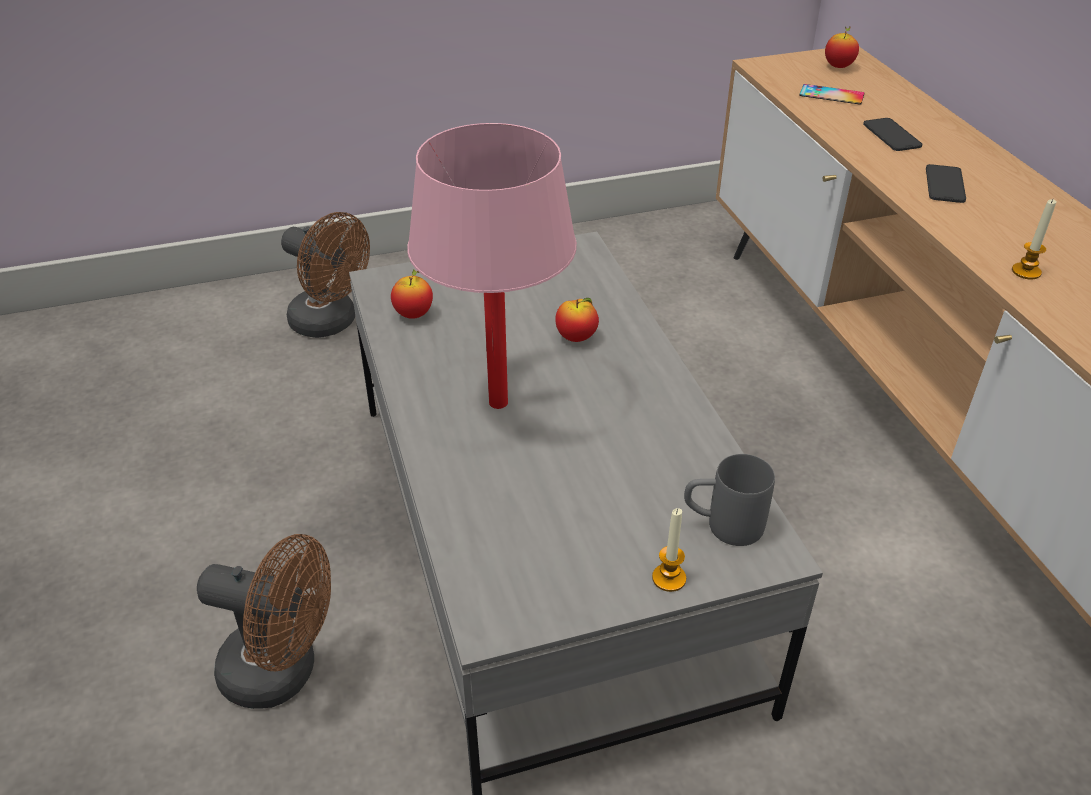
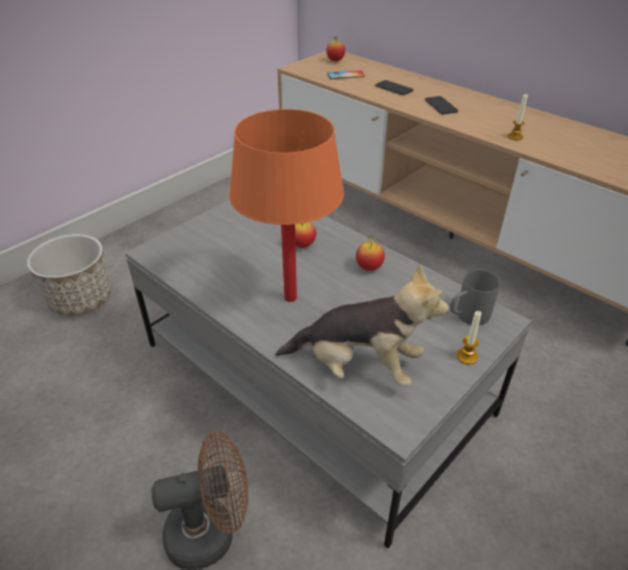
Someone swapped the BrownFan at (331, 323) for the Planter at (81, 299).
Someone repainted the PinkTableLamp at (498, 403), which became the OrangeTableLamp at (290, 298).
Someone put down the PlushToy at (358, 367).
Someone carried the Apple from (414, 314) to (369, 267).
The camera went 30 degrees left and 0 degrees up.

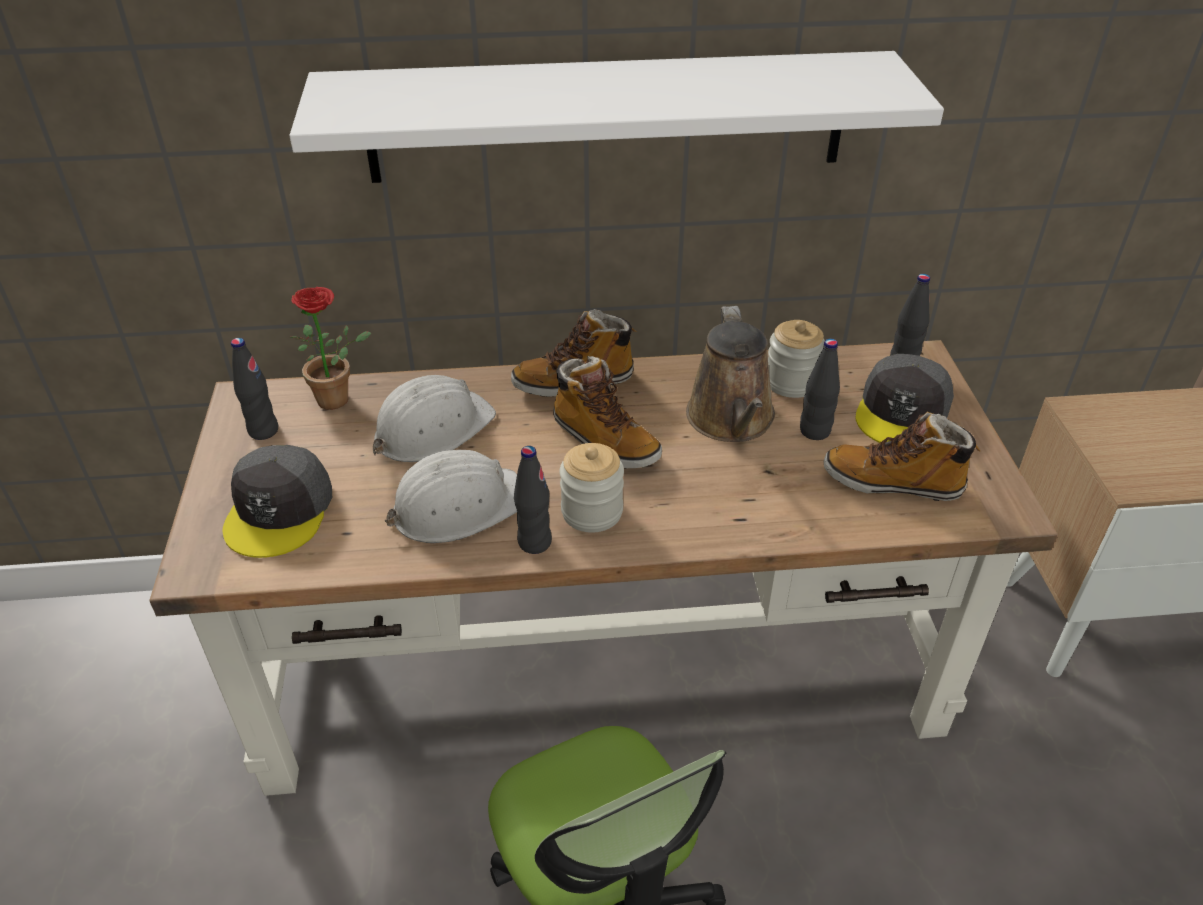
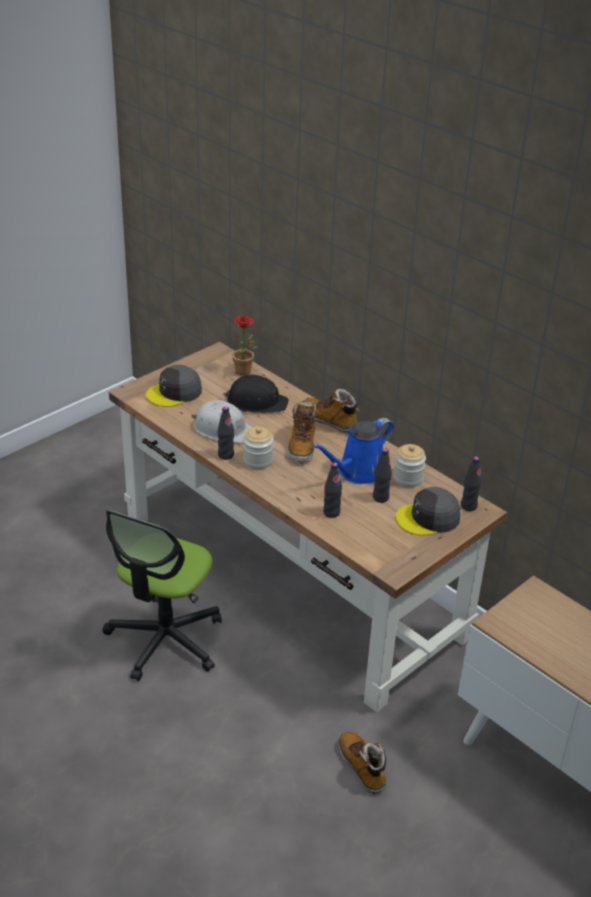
Someone repainted the WhiteHardHat at (432, 429), which became the BlackHardHat at (256, 402).
Someone repainted the BrownWateringCan at (731, 420), which became the BlueWateringCan at (358, 472).
Someone carried the BlackBottle from (263, 431) to (331, 512).
Someone carried the Boot from (893, 482) to (362, 767).
Someone took away the WhiteShelf at (607, 117).
The camera went 50 degrees right and 5 degrees down.

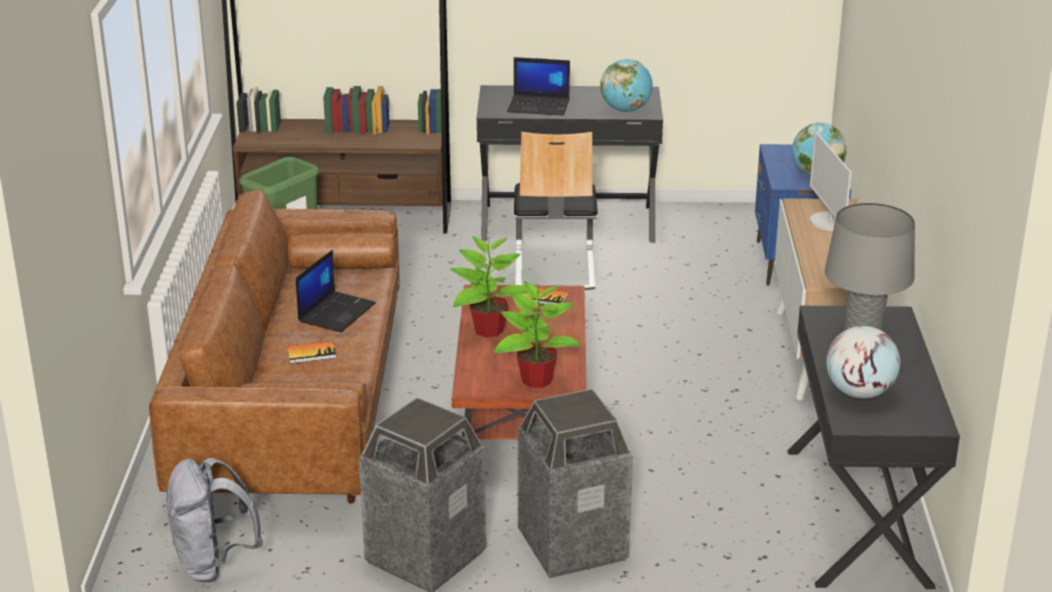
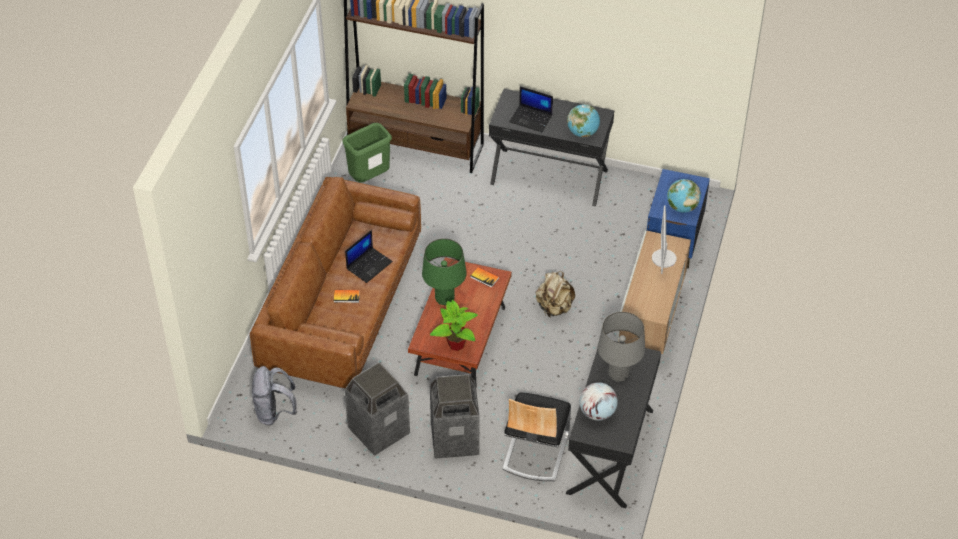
Someone swapped the PottedPlant at (488, 330) for the GreenTableLamp at (444, 299).
Someone carried the Chair from (553, 268) to (535, 451).
Someone put down the BeigeBackpack at (554, 307).
The camera went 15 degrees right and 20 degrees up.

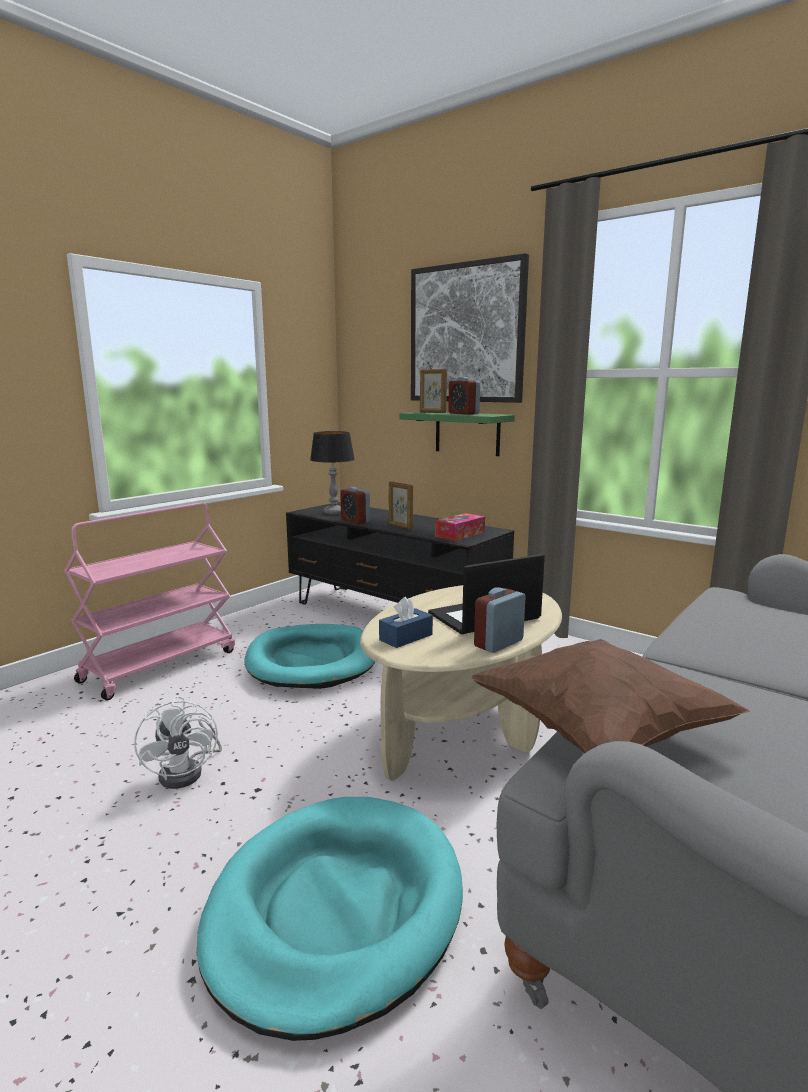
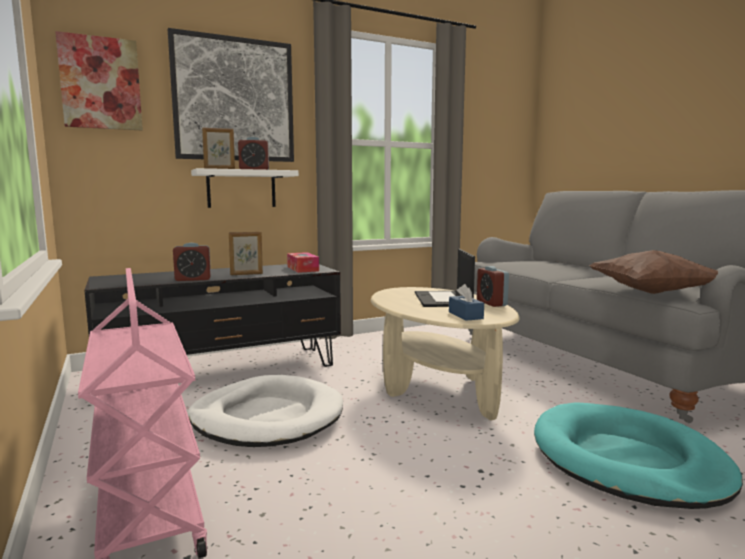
Someone put up the Picture at (101, 83).
Someone repainted the TurquoiseDogBed at (312, 661), which became the WhiteDogBed at (267, 417).
Someone repainted the GreenShelf at (467, 433), which became the WhiteShelf at (241, 189).
Someone took away the WhiteFan at (188, 771).
Someone took away the TableLamp at (334, 512).
The camera went 65 degrees left and 5 degrees down.

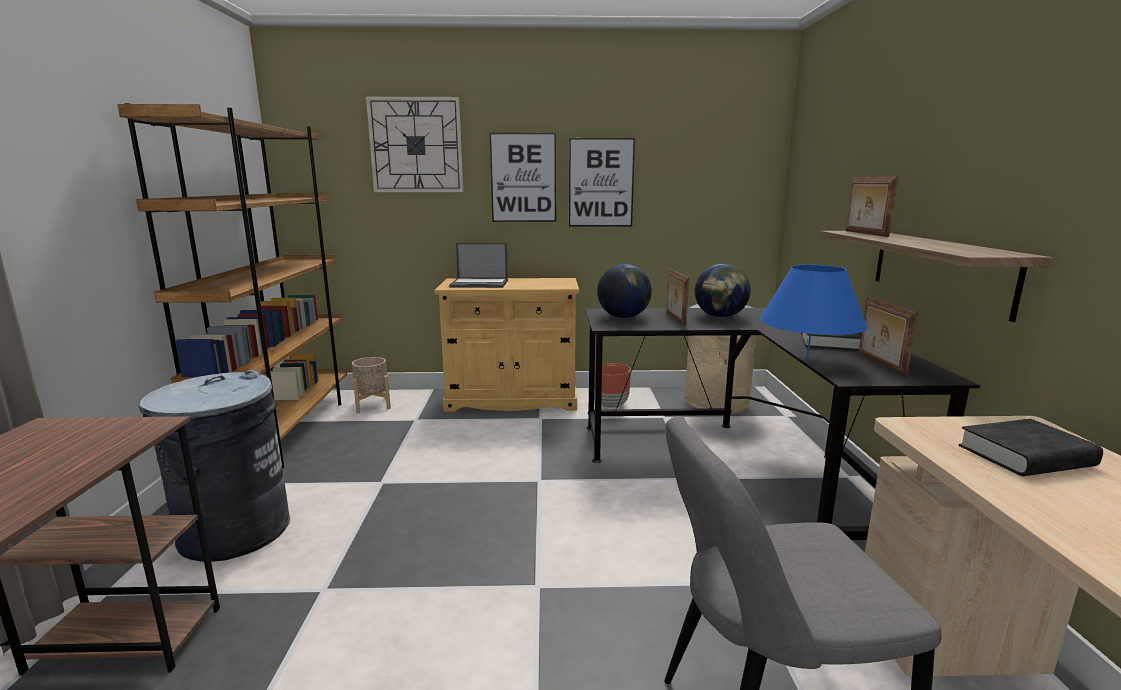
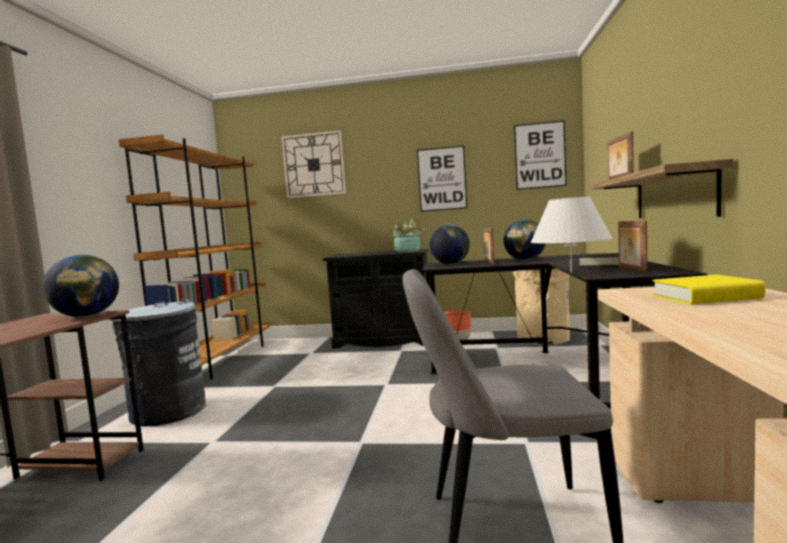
Someone put down the Globe at (87, 316).
Someone repainted the BeigeCabinet at (512, 399), which became the BlackCabinet at (384, 341).
Someone put down the PottedPlant at (407, 251).
Someone carried the Picture from (523, 178) to (540, 155).
Someone repainted the BlueTableLamp at (807, 362), which became the WhiteTableLamp at (571, 272).
Someone repainted the BlackBook at (1025, 456), which became the YellowBook at (705, 297).
Someone took away the BeigePlanter at (372, 405).
Someone took away the Laptop at (480, 283).
The camera went 10 degrees right and 10 degrees down.

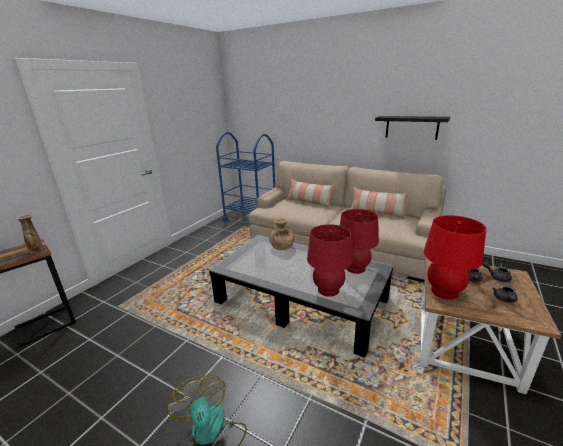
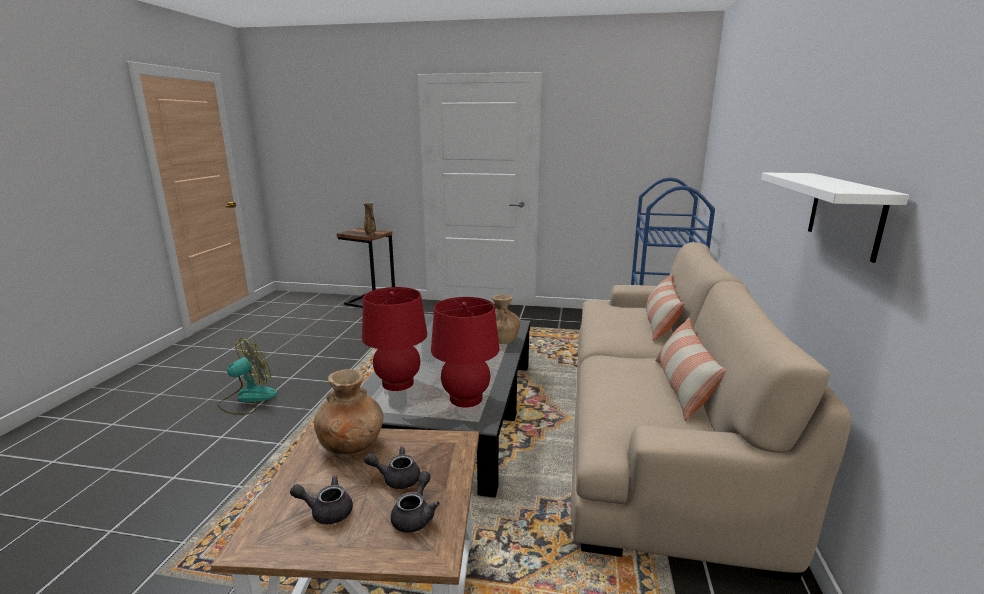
Someone swapped the RedTableLamp at (444, 291) for the BrownVase at (352, 444).
Someone repainted the BlackShelf at (411, 127), which became the WhiteShelf at (845, 213).
The camera went 70 degrees right and 5 degrees down.

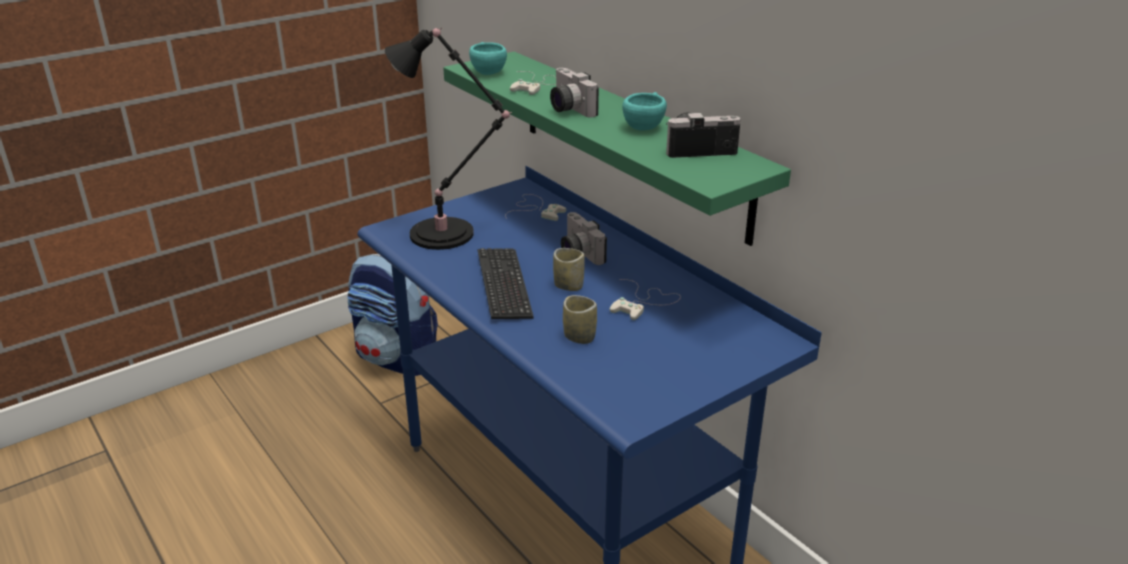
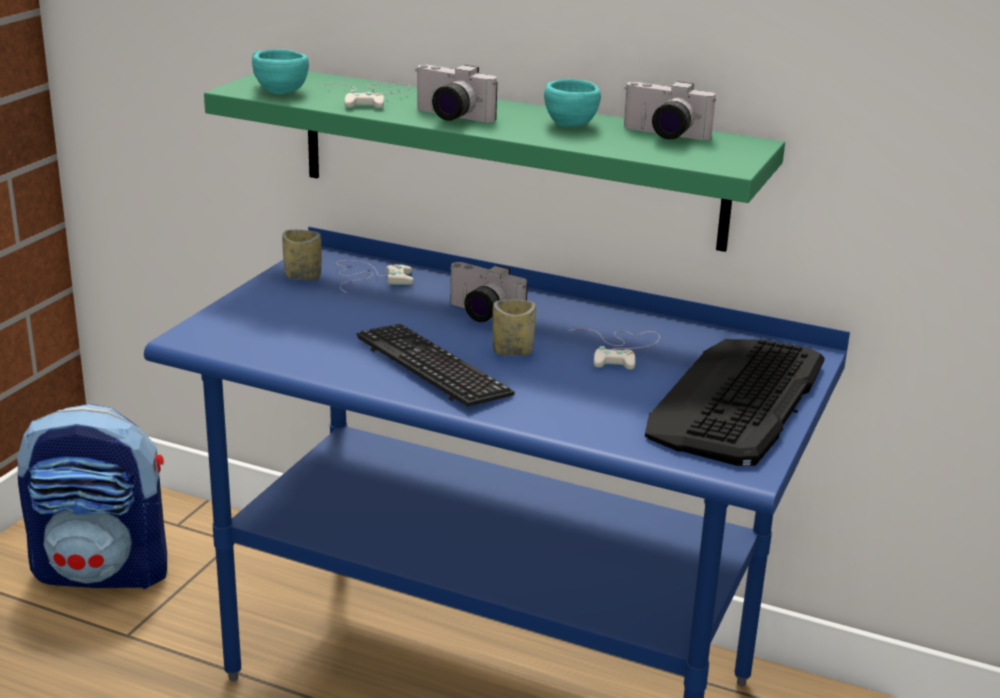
Someone carried the Cup from (579, 337) to (303, 276).
Someone rotated the PhotoCamera at (698, 148) by 120 degrees counterclockwise.
Someone put down the Keyboard at (736, 400).
Someone took away the BlackTableLamp at (447, 234).
The camera went 30 degrees left and 5 degrees down.

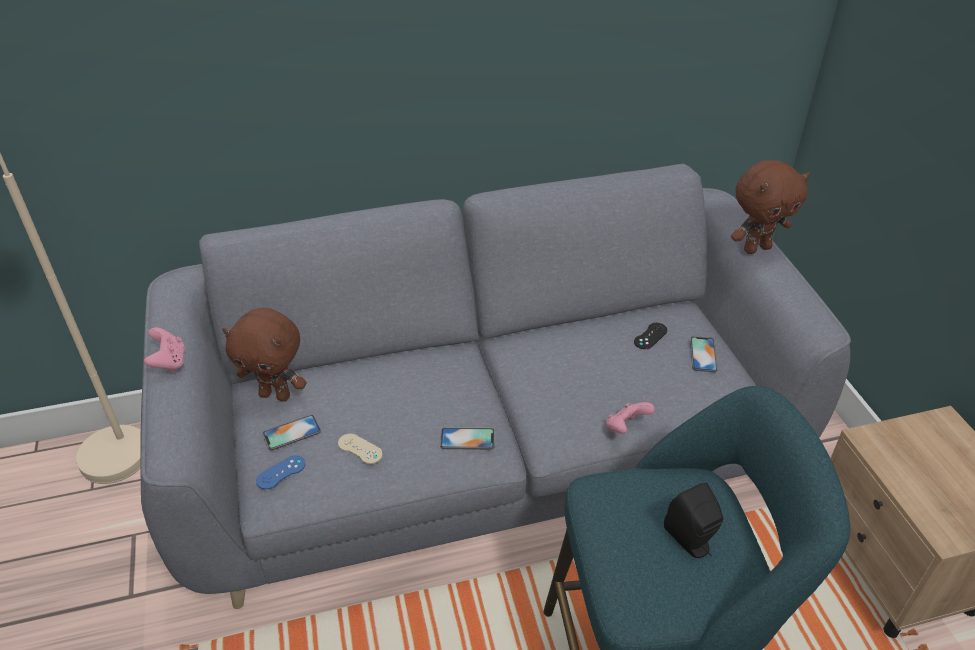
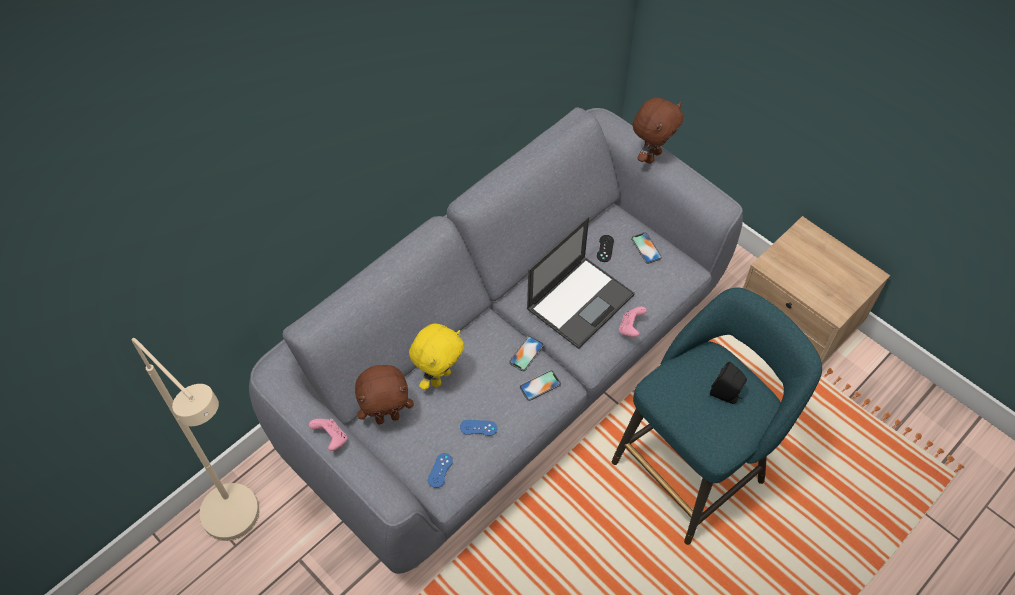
Someone put down the YellowPlushToy at (439, 377).
Someone repainted the BeigeGameController at (360, 449), which became the BlueGameController at (478, 428).
Someone carried the Phone from (291, 433) to (526, 353).
Someone put down the Laptop at (580, 301).
The camera went 30 degrees left and 15 degrees up.

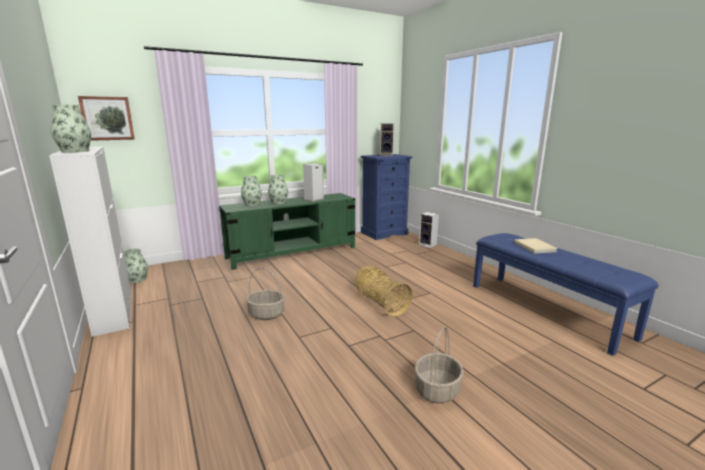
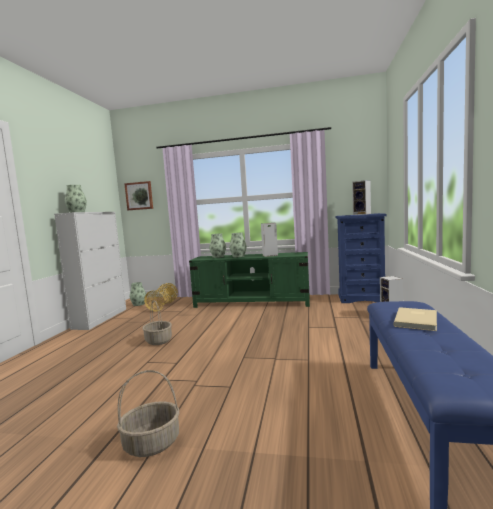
Someone carried the Basket from (380, 302) to (164, 305).
The camera went 40 degrees right and 10 degrees down.

